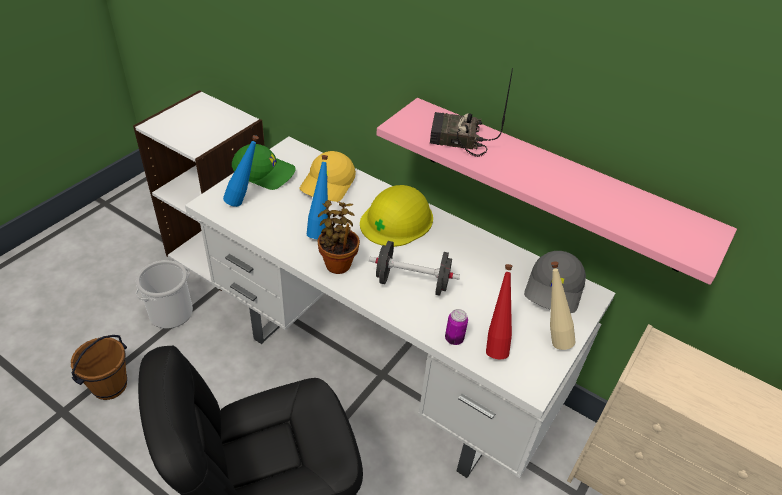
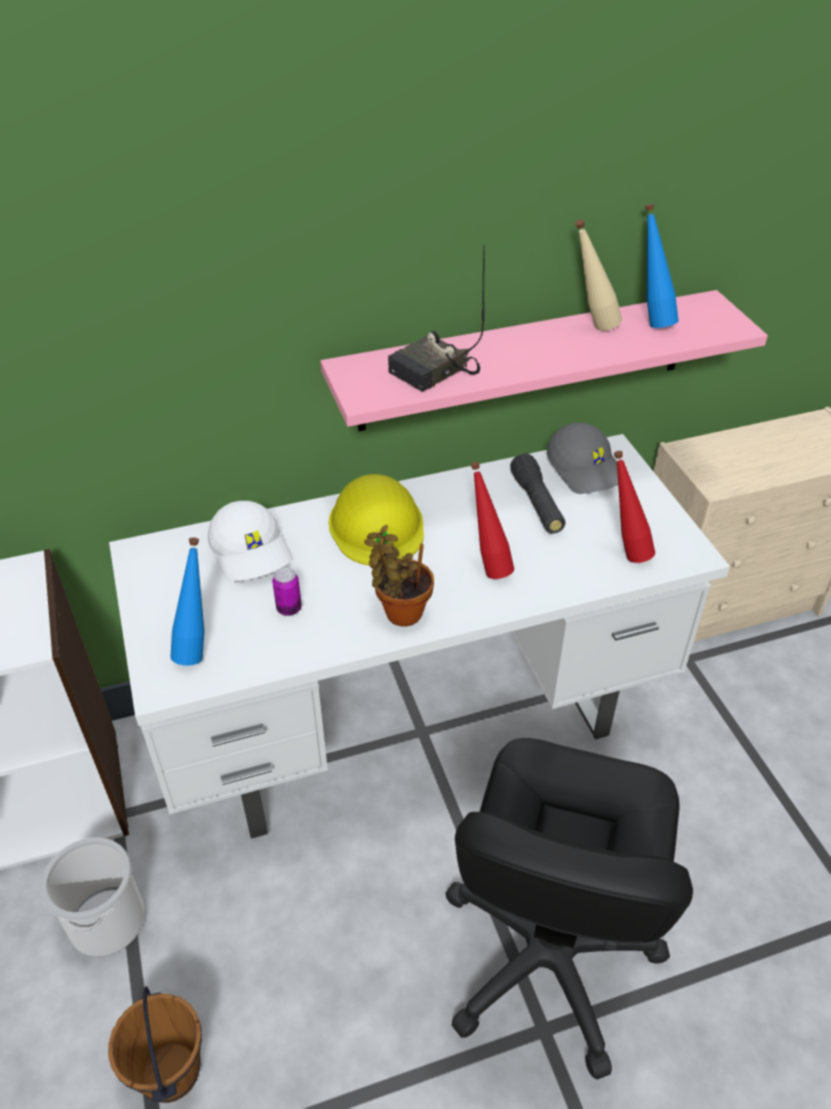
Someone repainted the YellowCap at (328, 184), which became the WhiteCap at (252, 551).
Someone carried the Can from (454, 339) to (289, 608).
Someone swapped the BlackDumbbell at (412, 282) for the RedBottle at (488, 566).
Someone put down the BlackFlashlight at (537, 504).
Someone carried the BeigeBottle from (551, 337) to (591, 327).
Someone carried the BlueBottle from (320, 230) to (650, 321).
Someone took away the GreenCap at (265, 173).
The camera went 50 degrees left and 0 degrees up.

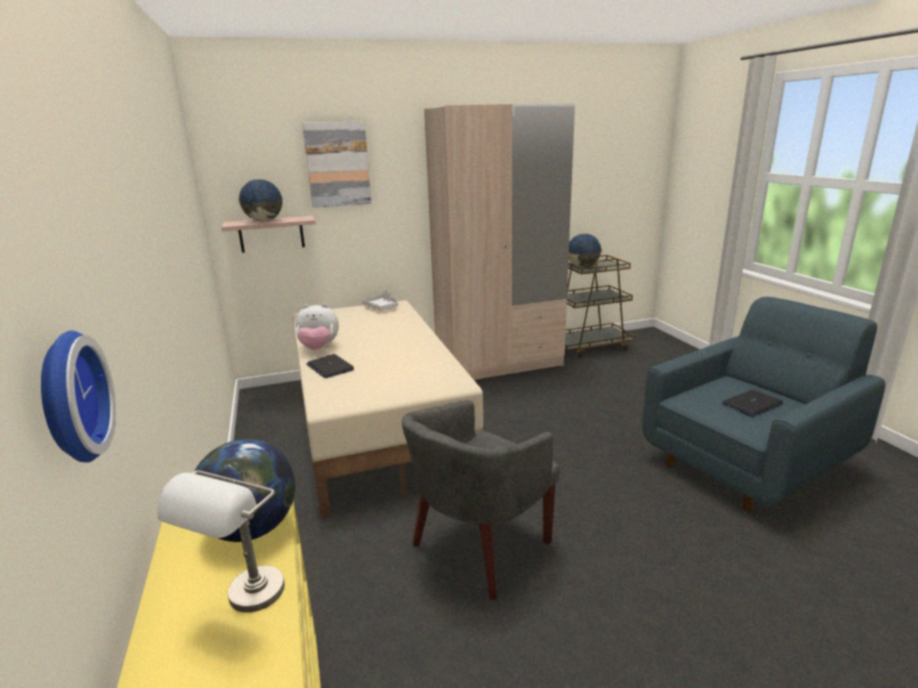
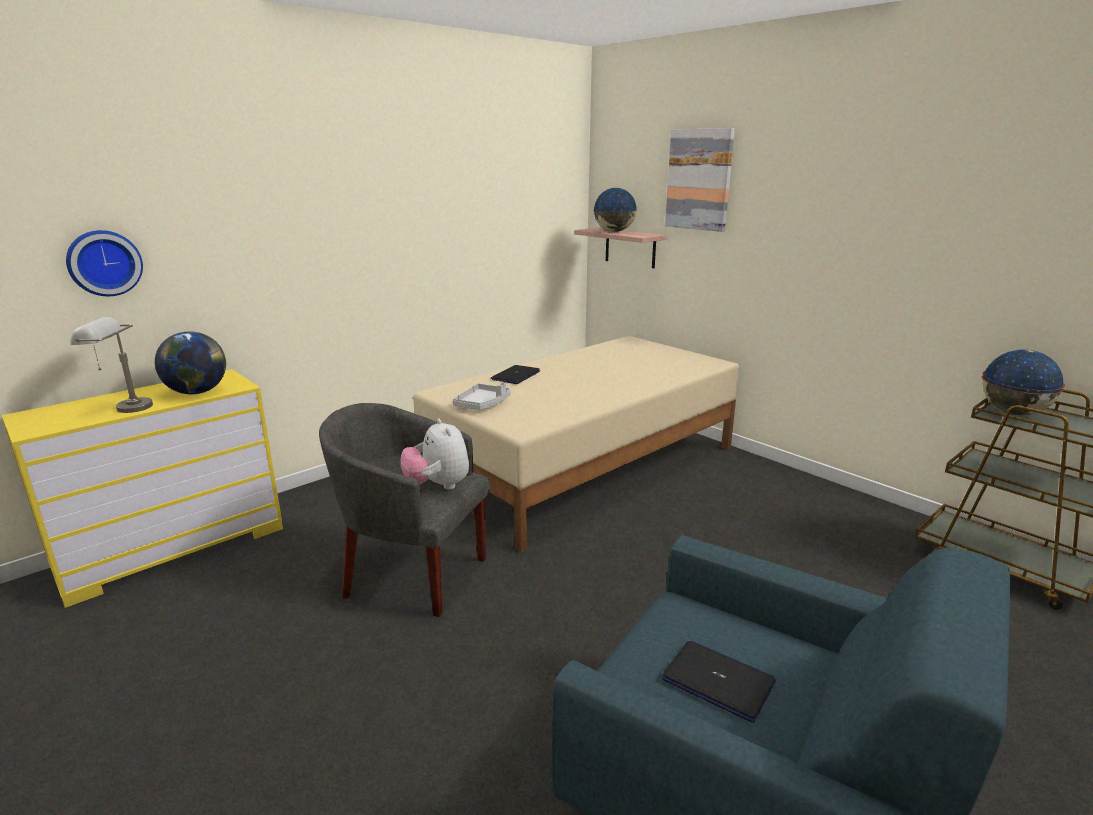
Someone carried the PlushToy from (319, 348) to (437, 486).
Someone carried the GreyTray from (382, 307) to (482, 404).
Someone took away the BeigeWardrobe at (498, 363).
The camera went 65 degrees right and 0 degrees up.

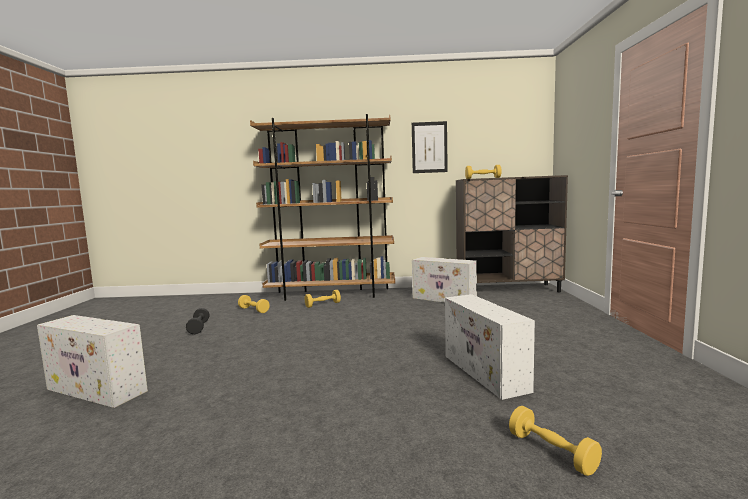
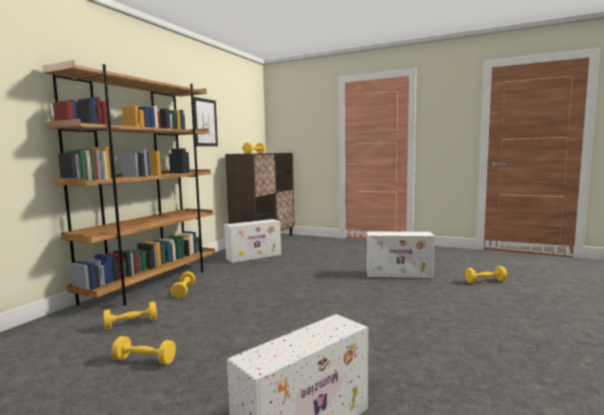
Someone repainted the BlackDumbbell at (199, 328), which became the YellowDumbbell at (144, 360).
The camera went 65 degrees left and 0 degrees up.

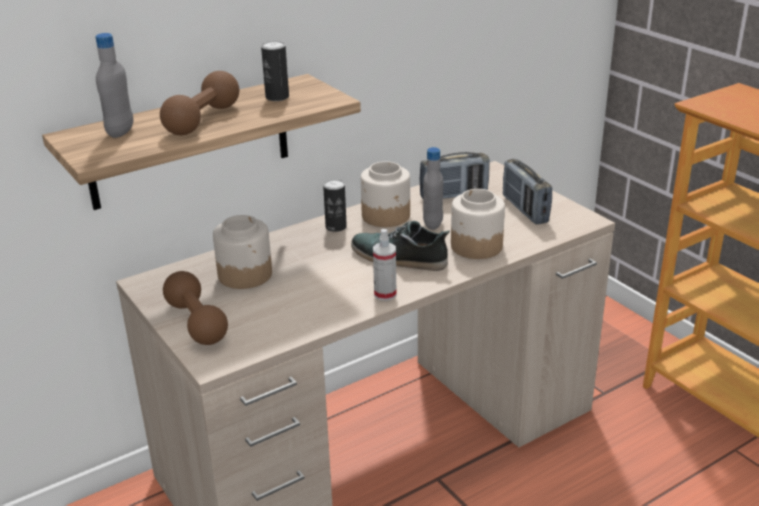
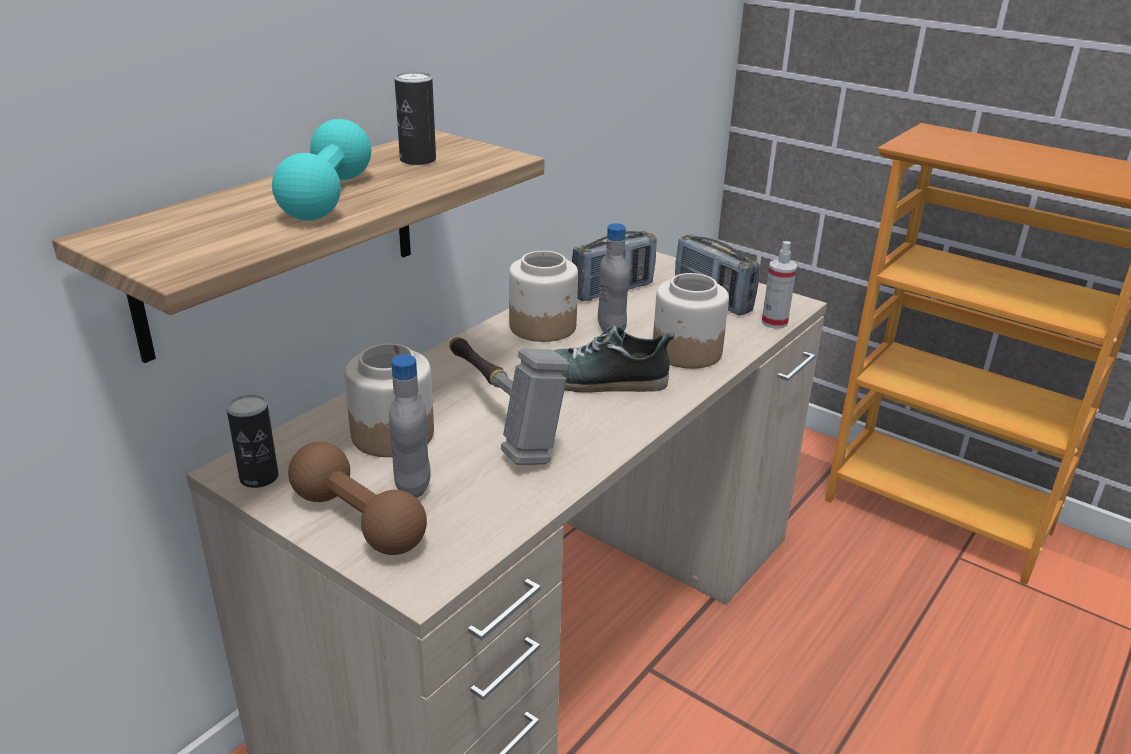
Someone carried the Can from (336, 227) to (259, 477).
Someone repainted the BrownDumbbell at (203, 120), which became the TurquoiseDumbbell at (328, 197).
Someone carried the GreyBottle from (120, 132) to (413, 487).
Someone put down the Hammer at (499, 417).
Someone carried the SprayBottle from (385, 294) to (774, 322).
The camera went 20 degrees left and 0 degrees up.

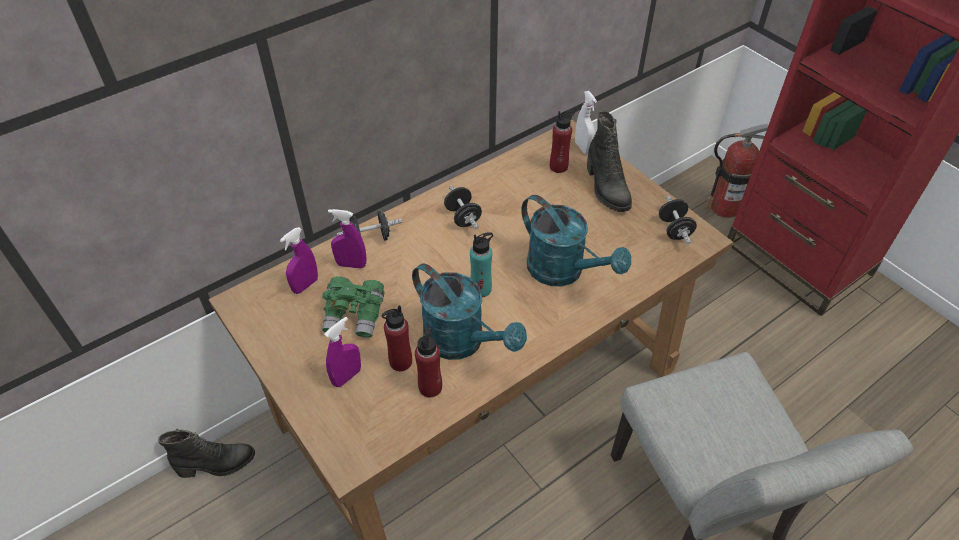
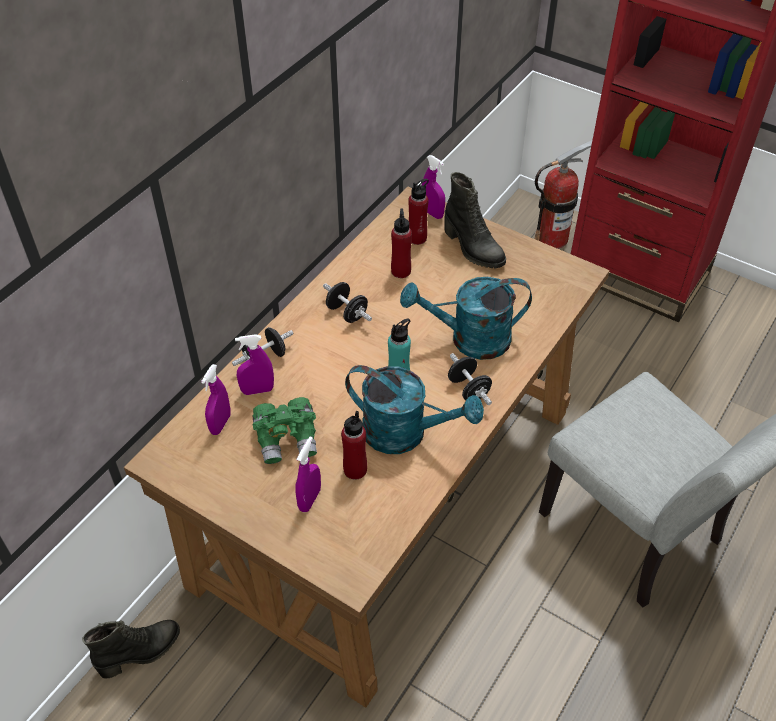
Someone carried the RedBottle from (430, 387) to (401, 271).
Someone rotated the TurquoiseWateringCan at (564, 271) by 150 degrees clockwise.
Someone repainted the WhiteSprayBottle at (583, 148), which became the PurpleSprayBottle at (432, 213).
Someone carried the BlackDumbbell from (674, 230) to (468, 389).
The camera went 20 degrees left and 0 degrees up.

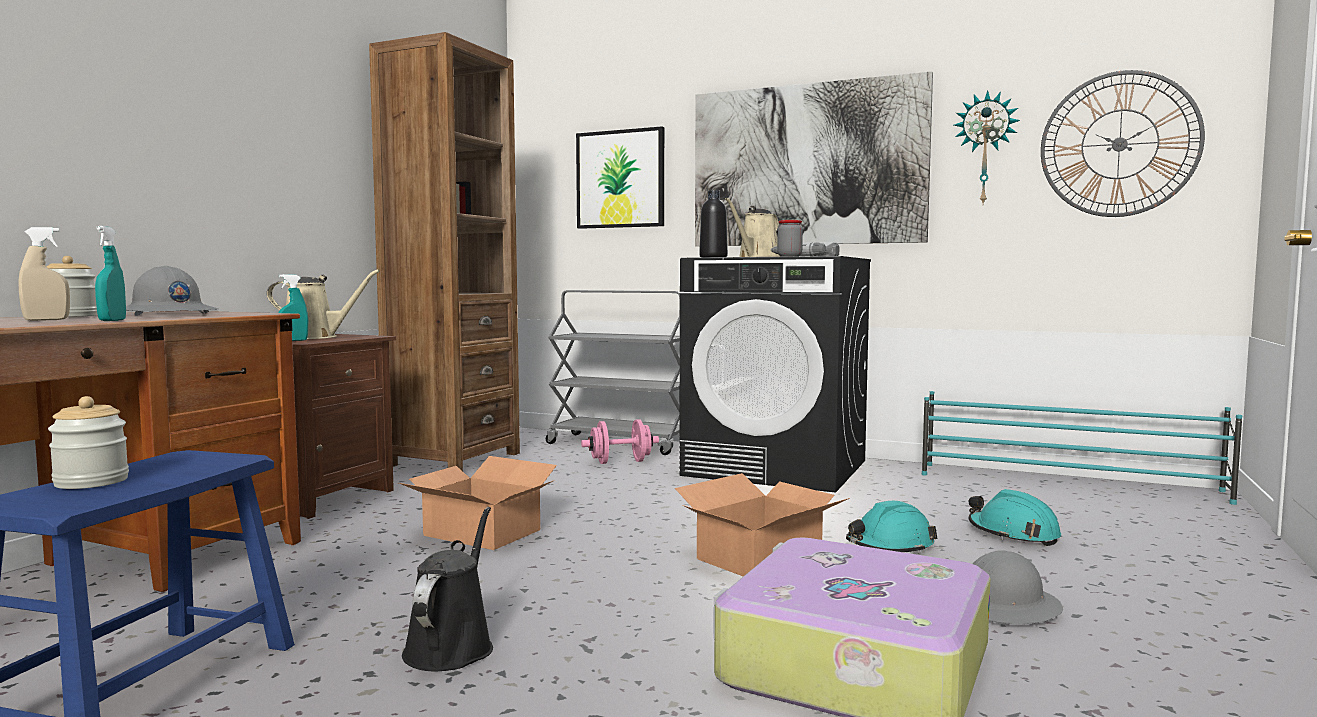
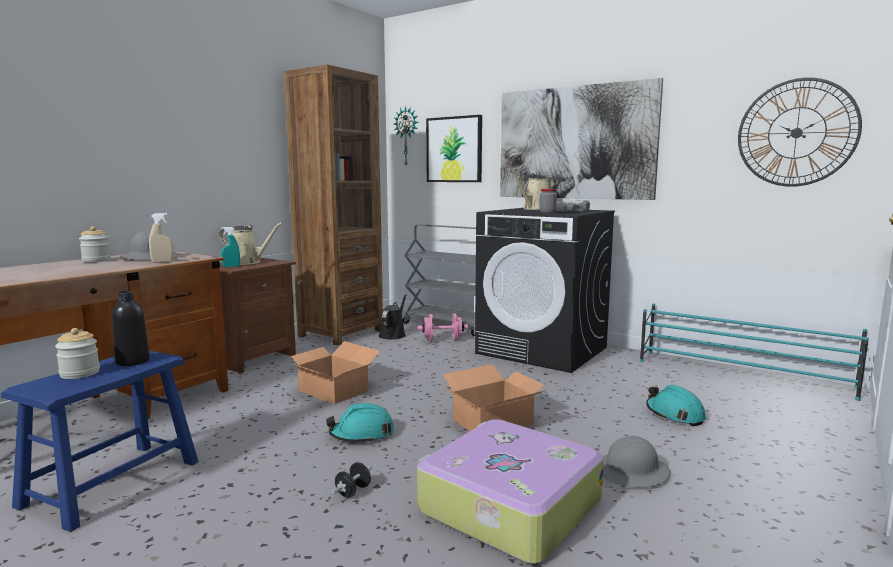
Someone carried the BlackBottle from (713, 257) to (132, 361).
Someone carried the BeigeSprayBottle from (46, 320) to (162, 262).
Someone carried the TurquoiseHardHat from (890, 546) to (362, 435).
Someone put down the BlackDumbbell at (353, 491).
Someone carried the BlackWateringCan from (452, 646) to (393, 335).
Someone carried the WallClock from (985, 149) to (407, 136).
Someone took away the TurquoiseSprayBottle at (112, 320).
The camera went 10 degrees right and 5 degrees up.

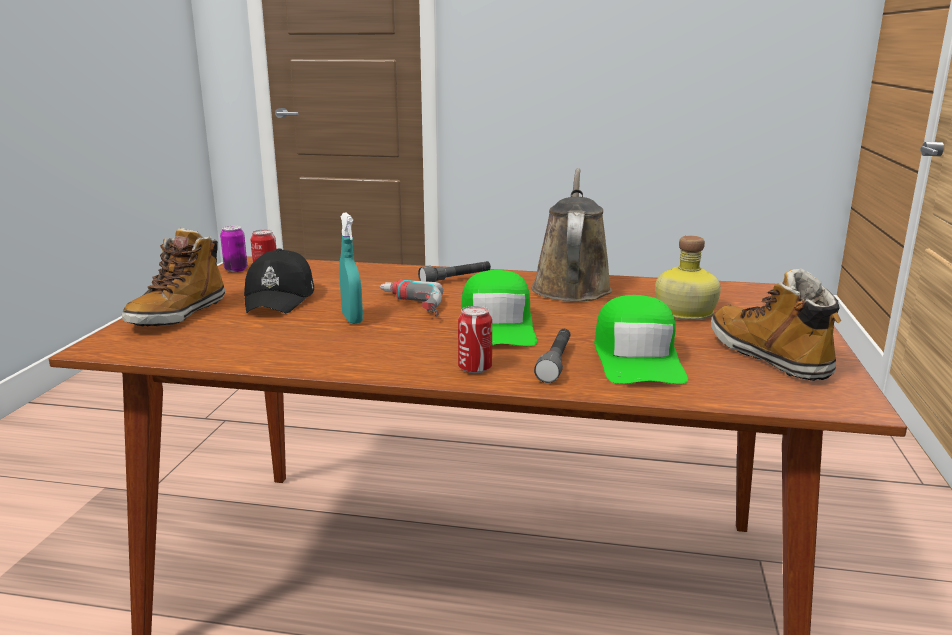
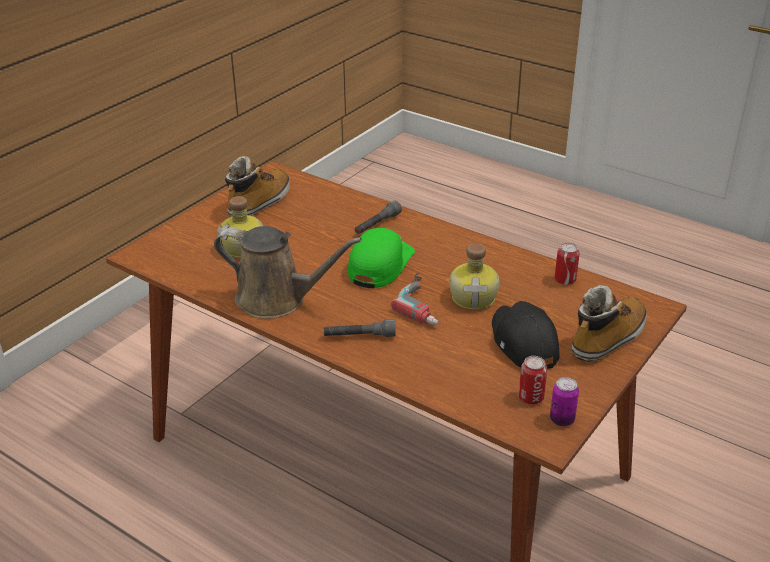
Someone rotated the BrownWateringCan at (571, 286) by 105 degrees counterclockwise.
Someone rotated the Boot at (769, 357) by 150 degrees counterclockwise.
Someone swapped the TurquoiseSprayBottle at (352, 319) for the Bottle at (474, 297).
Someone rotated the BlackCap at (281, 298) by 45 degrees counterclockwise.
Someone carried the Can from (475, 368) to (565, 280).
Someone took away the GreenCap at (637, 358).
The camera went 155 degrees left and 15 degrees up.

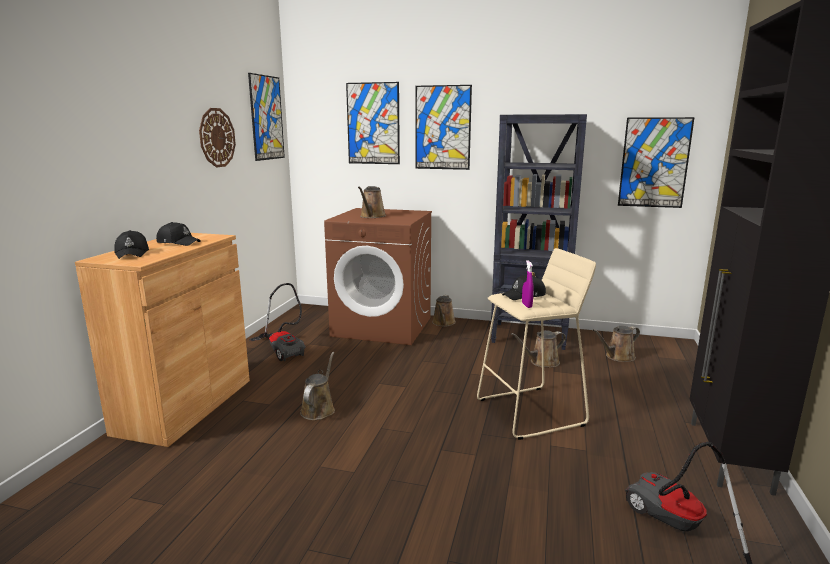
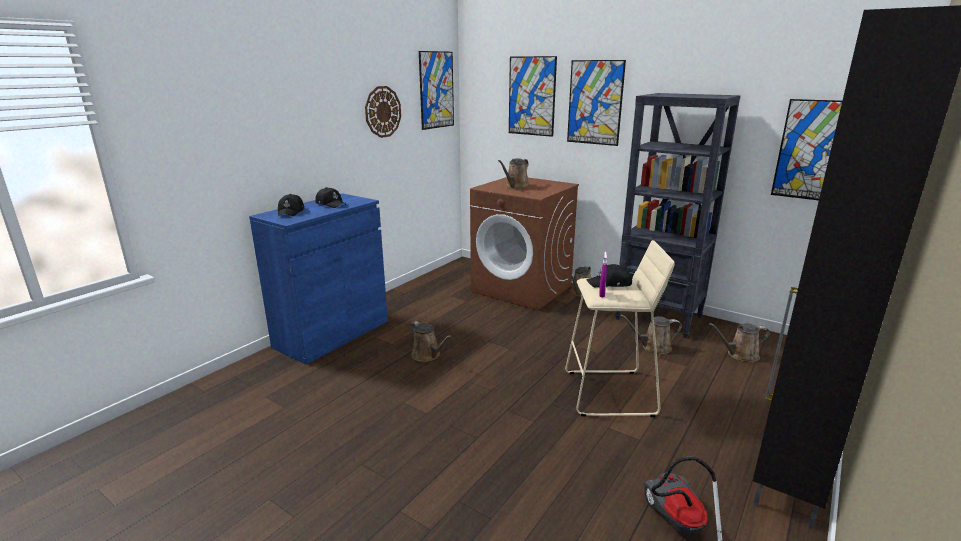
Someone repainted the BrownCabinet at (185, 406), which became the BlueCabinet at (332, 334).
Someone rotated the BrownWateringCan at (319, 409) by 105 degrees clockwise.
Someone took away the VacuumCleaner at (283, 349).
The camera went 20 degrees right and 5 degrees up.

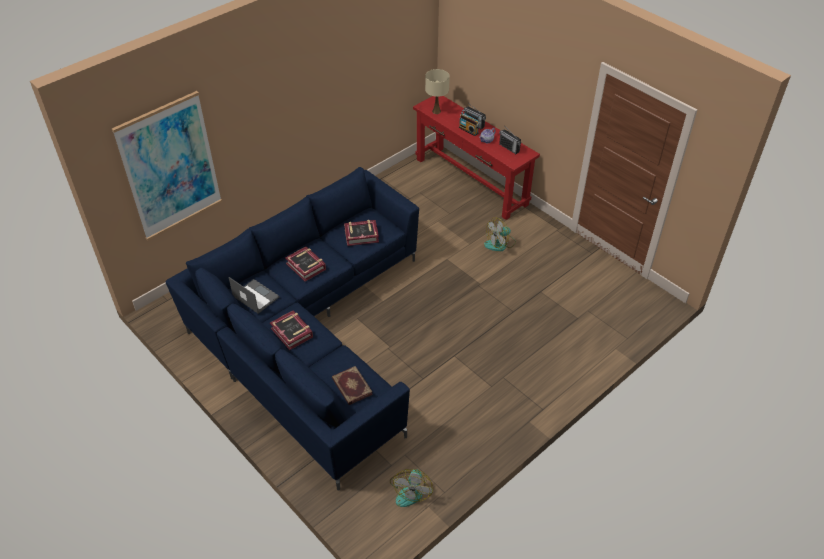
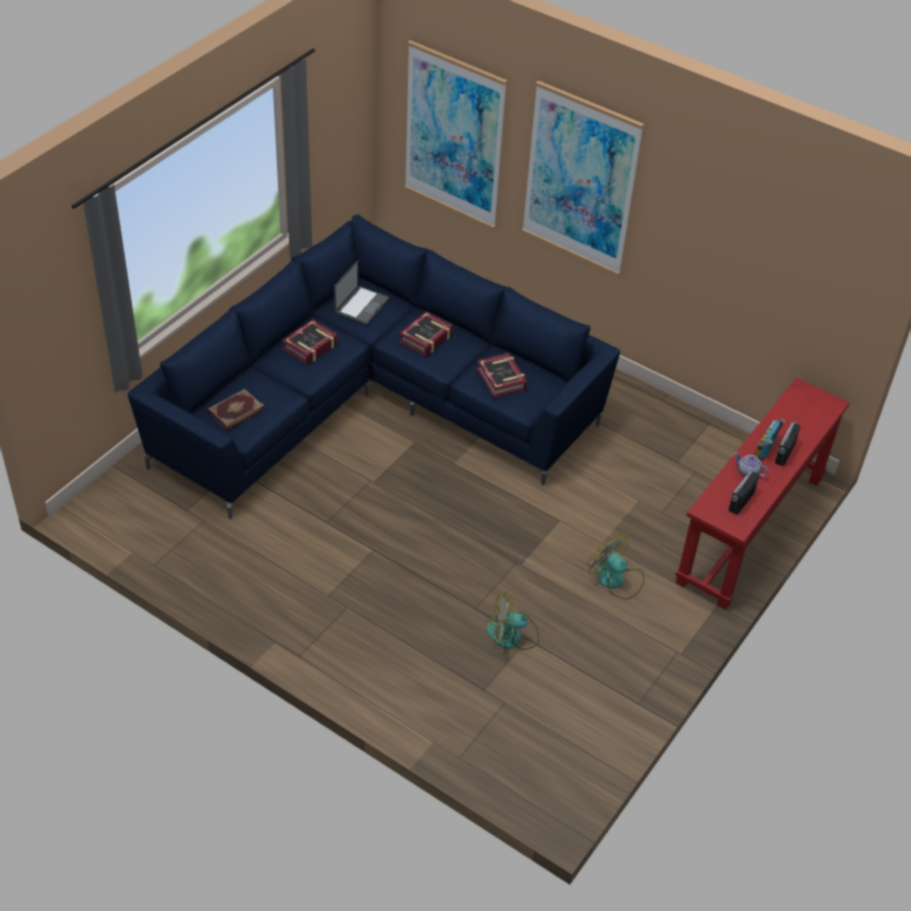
Someone carried the Fan from (410, 490) to (512, 636).
Someone put up the Picture at (580, 180).
Someone took away the BeigeTableLamp at (436, 111).
The camera went 75 degrees right and 0 degrees up.

